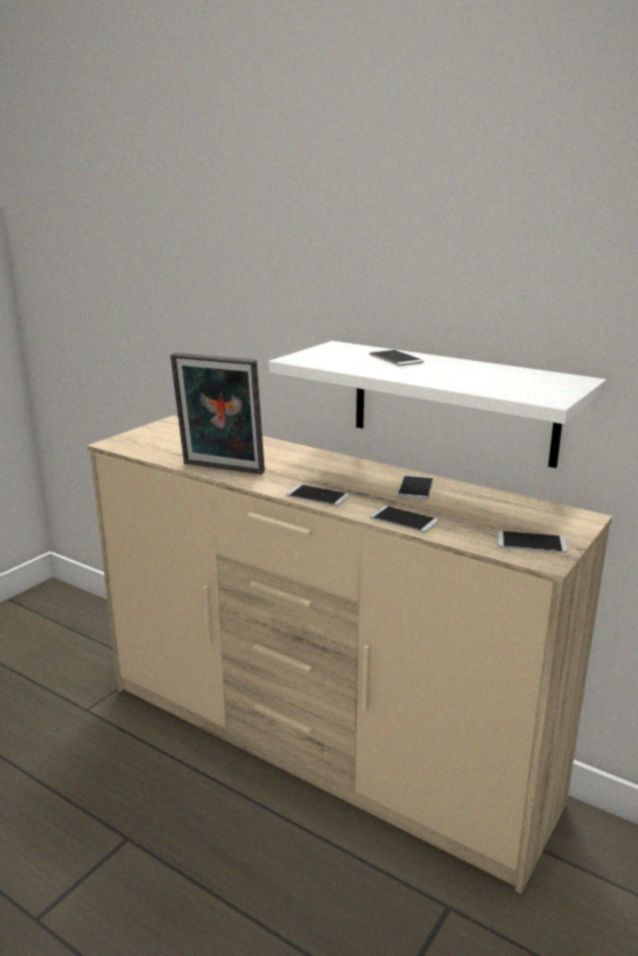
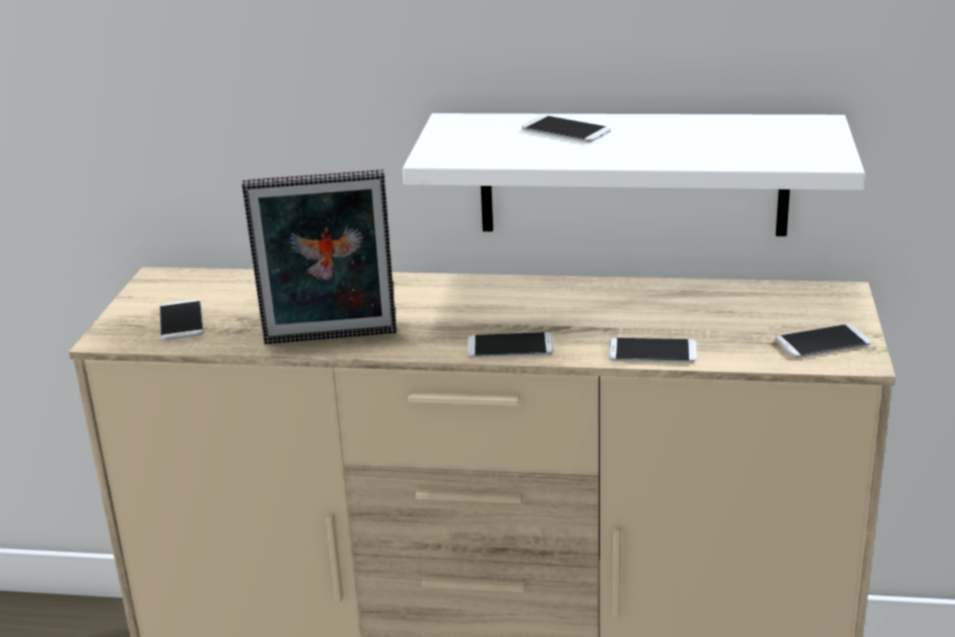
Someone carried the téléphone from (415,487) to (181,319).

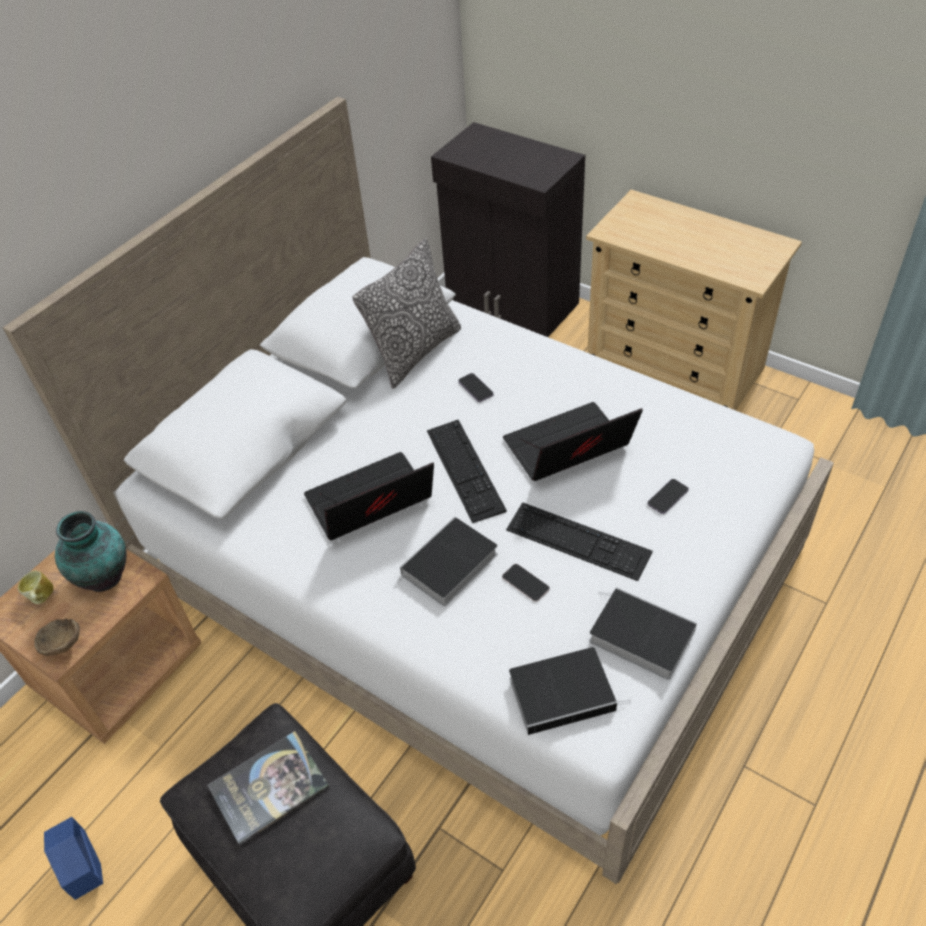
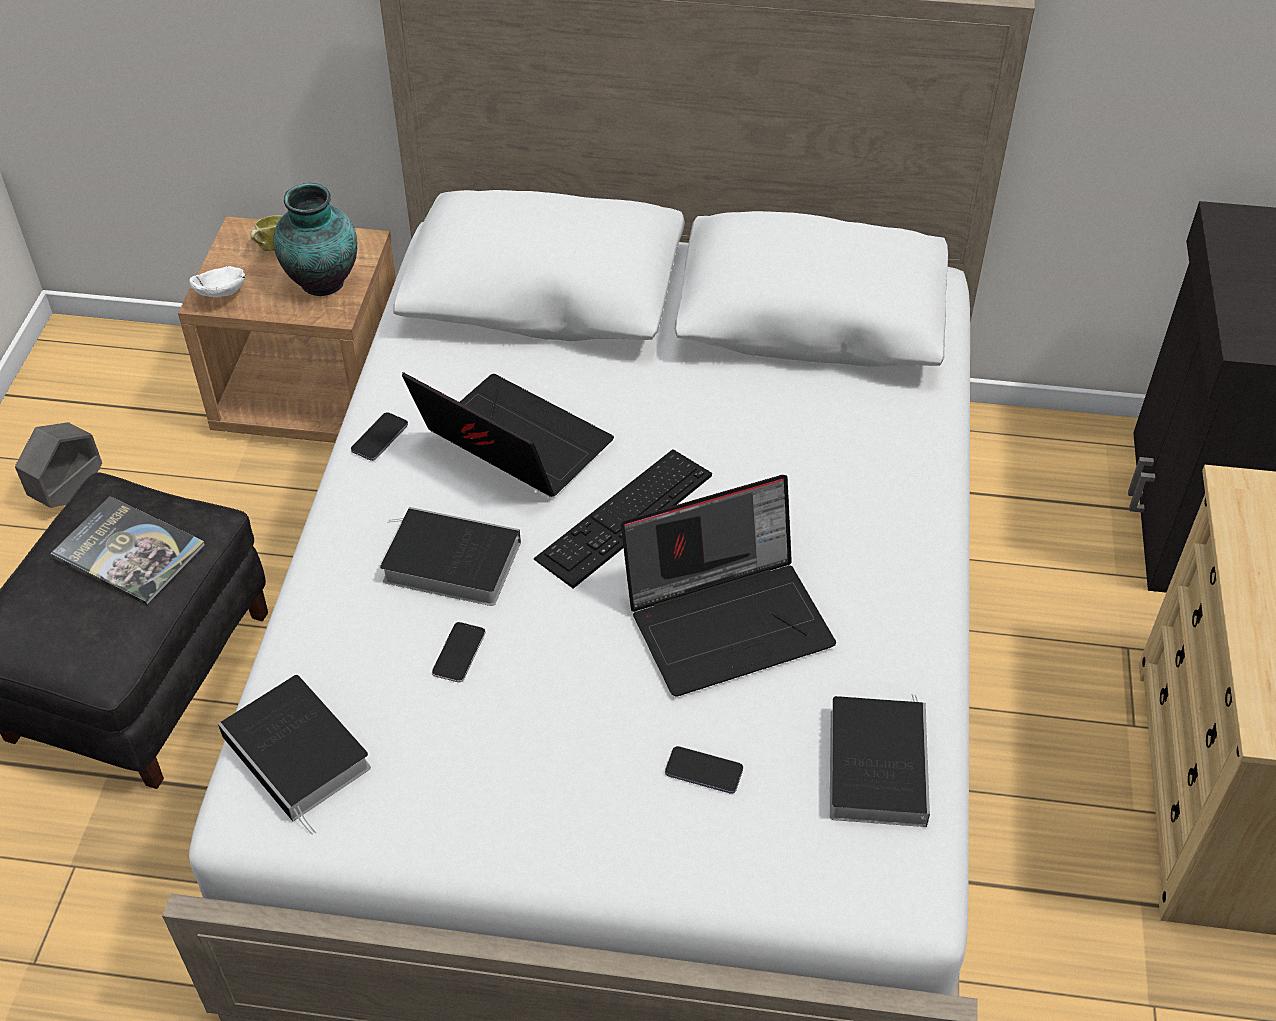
Someone took away the coussin at (406,313).
Someone took away the clavier at (579,541).
Someone carried the téléphone from (476,387) to (379,436).
Someone carried the livre from (643,633) to (880,760).
Someone repainted the bol/marron at (57,637), which became the bol/blanc at (217,281).
Someone repainted the cache-pot/bleu at (73,858), which became the cache-pot/gris at (58,465).
Someone rotated the ordinateur portable at (573,441) by 120 degrees clockwise.

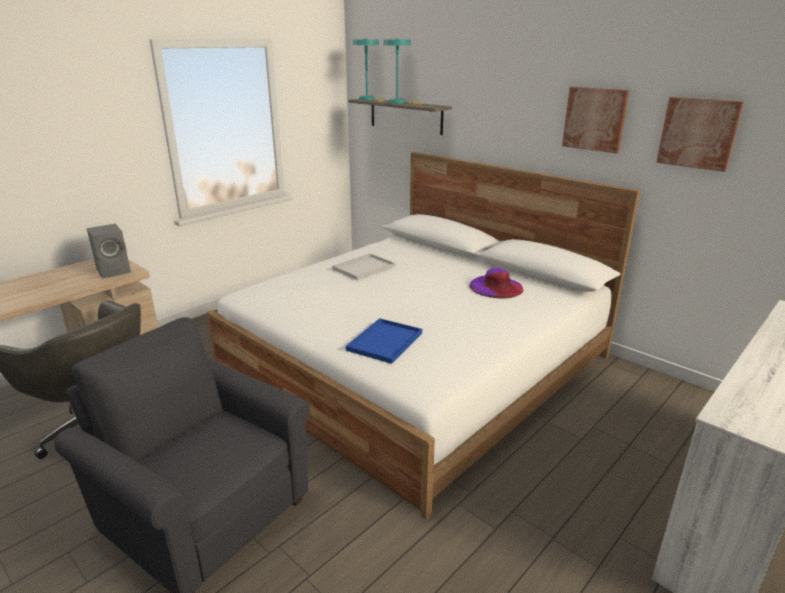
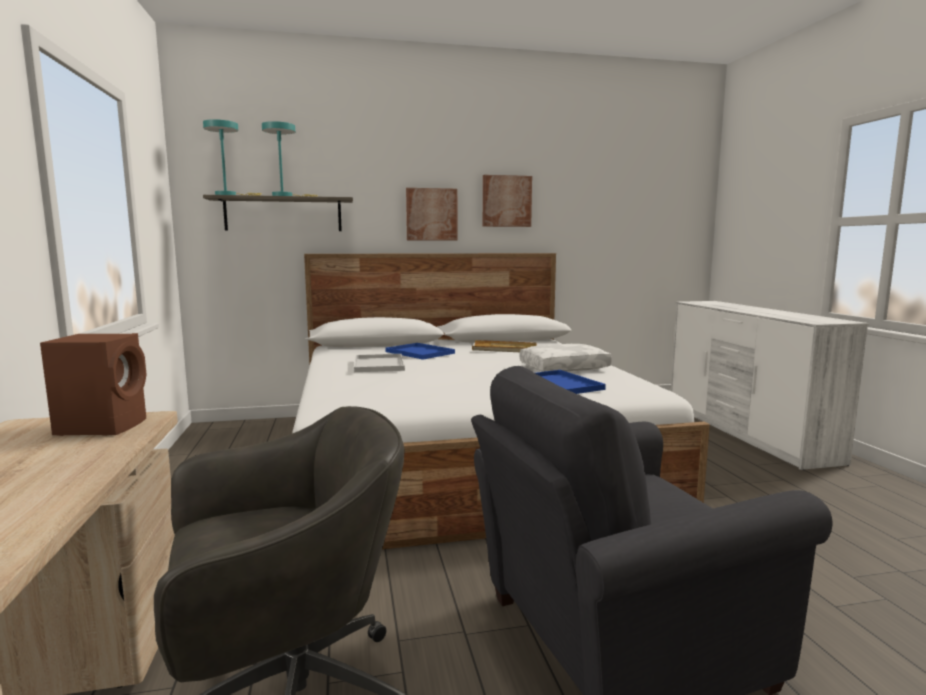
Someone put down the plateau/bleu at (420,351).
Someone put down the coussin/blanc at (565,358).
Someone carried the tableau from (700,134) to (431,214).
Someone swapped the chapeau/violet at (496,283) for the plateau/beige at (504,346).
Someone repainted the enceinte/gris at (109,251), which became the enceinte/marron at (93,384).

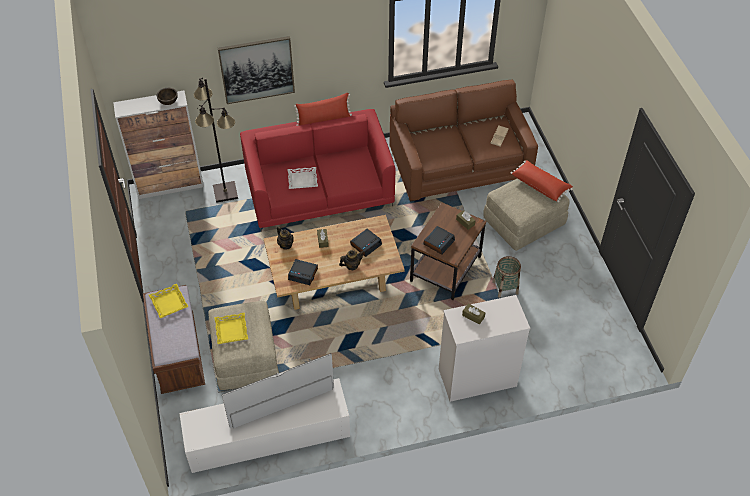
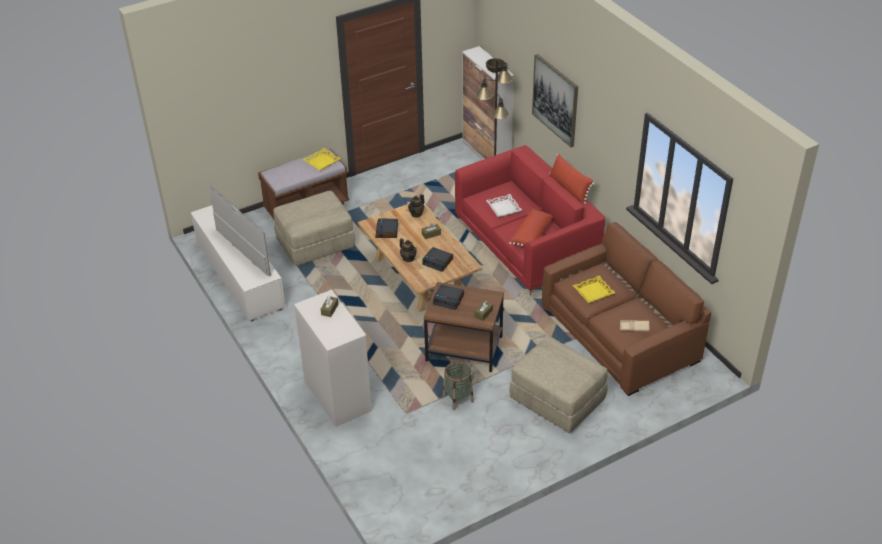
Someone carried the plateau/jaune from (231,328) to (594,289).
Someone carried the coussin/rouge from (542,181) to (531,227).

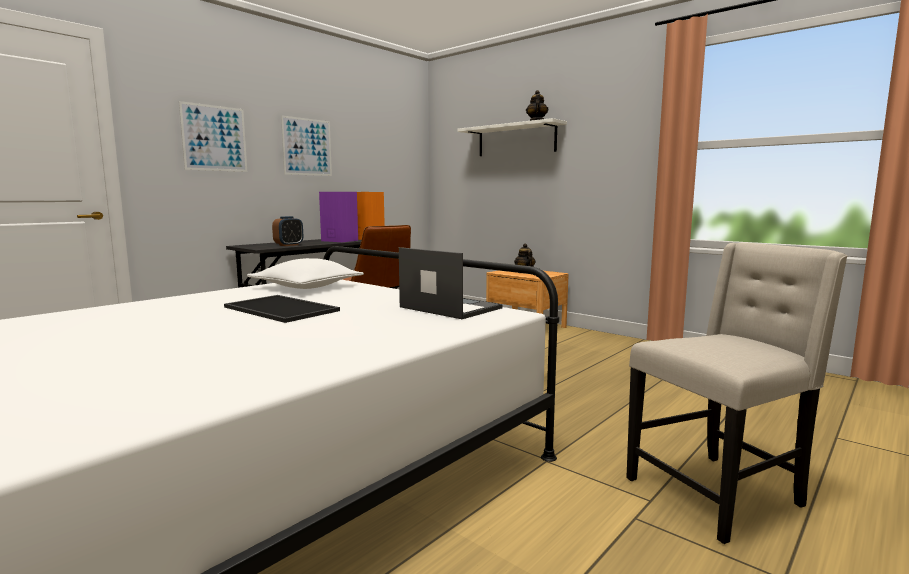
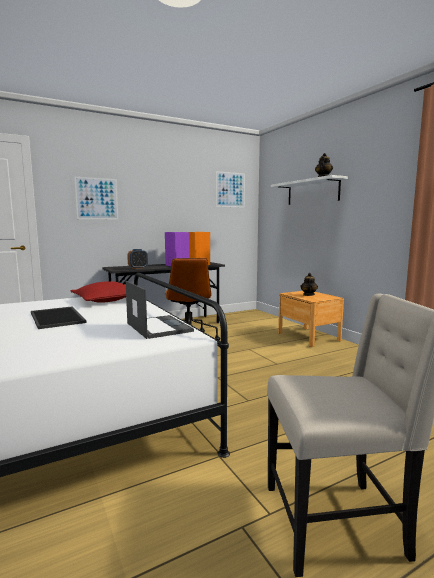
Someone carried the tableau from (306,145) to (230,189).
Someone repainted the coussin/blanc at (305,273), which became the coussin/rouge at (98,292).

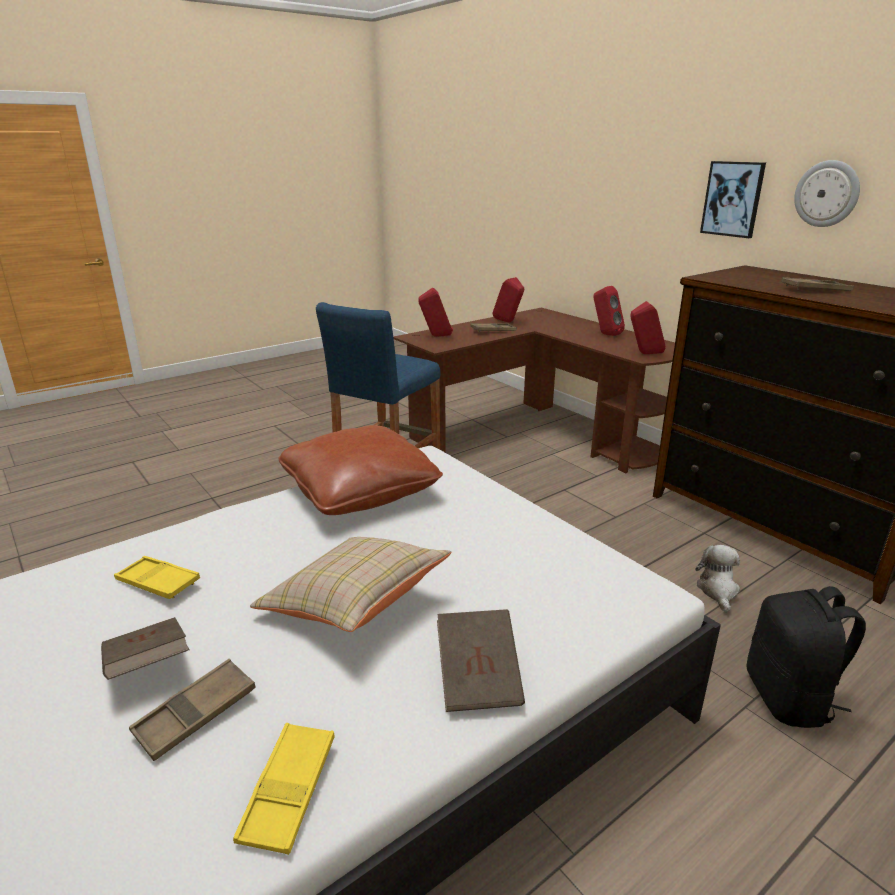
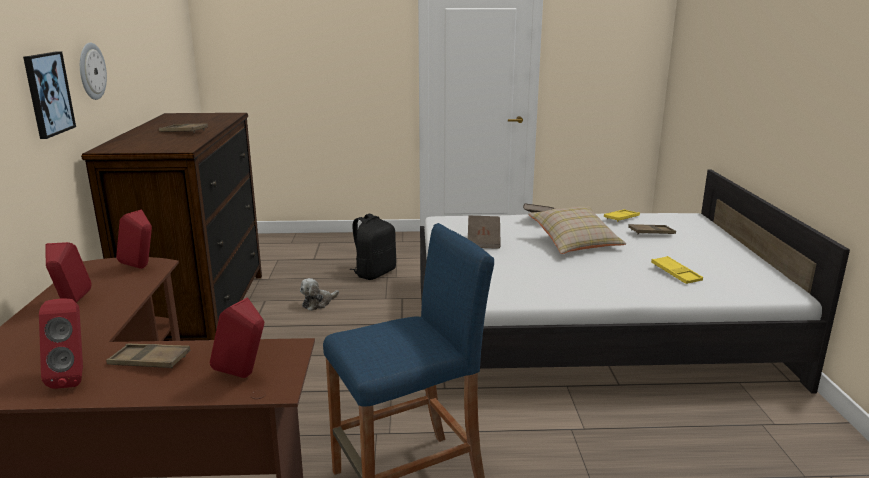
Someone took away the coussin/marron at (361,470).
Someone carried the livre/marron from (145,648) to (484,232).

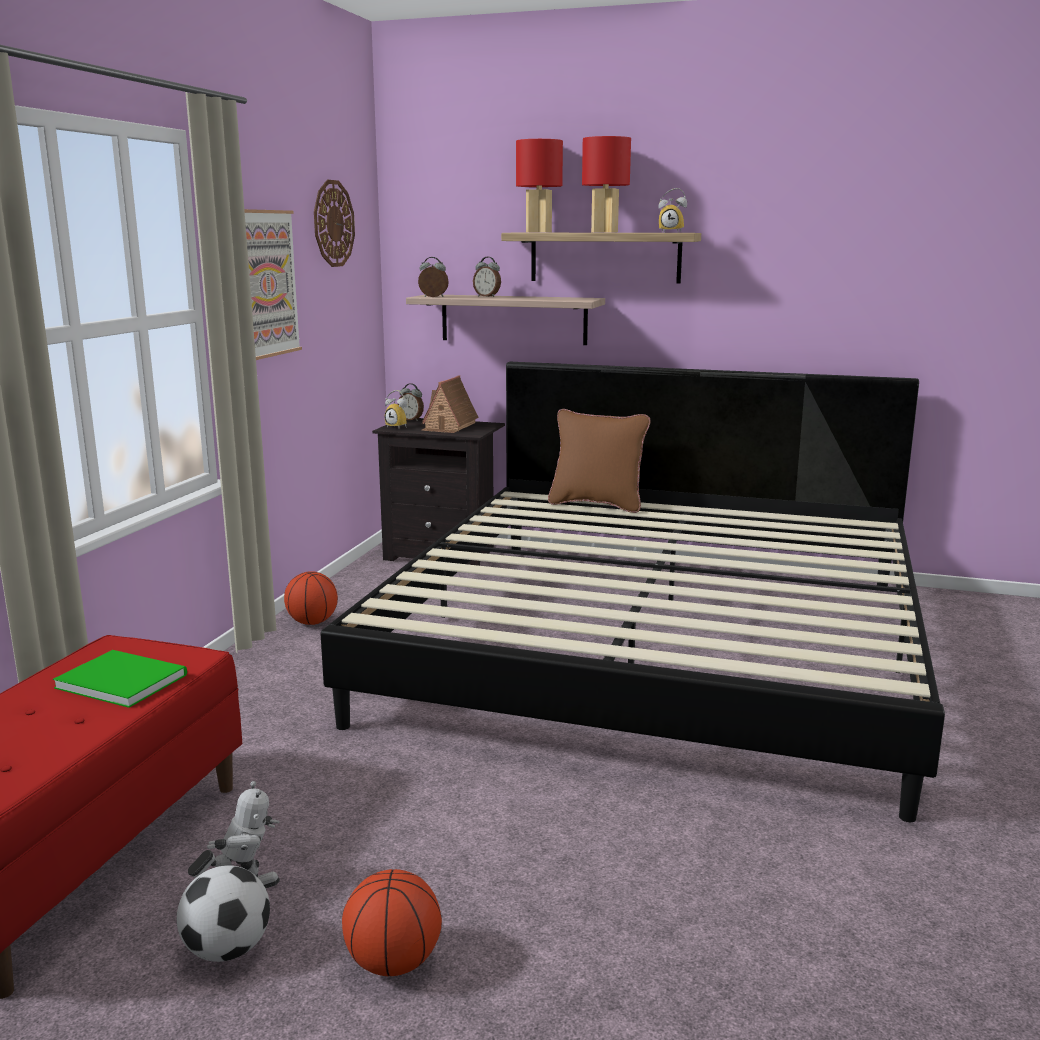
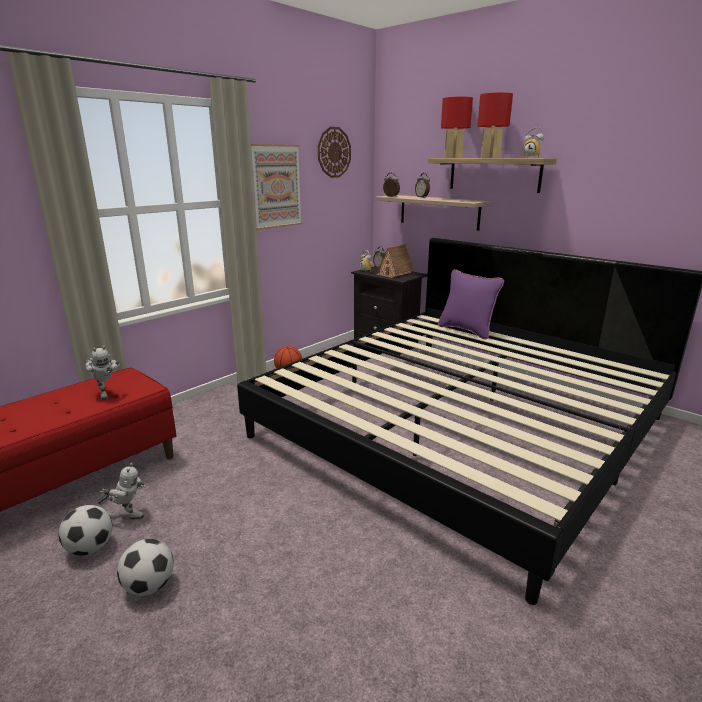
Someone swapped the livre/vert at (120,679) for the robot jouet at (102,373).
Someone swapped the ballon de basket at (392,922) for the ballon de foot at (145,567).
Someone repainted the coussin/marron at (599,461), which became the coussin/violet at (471,304).

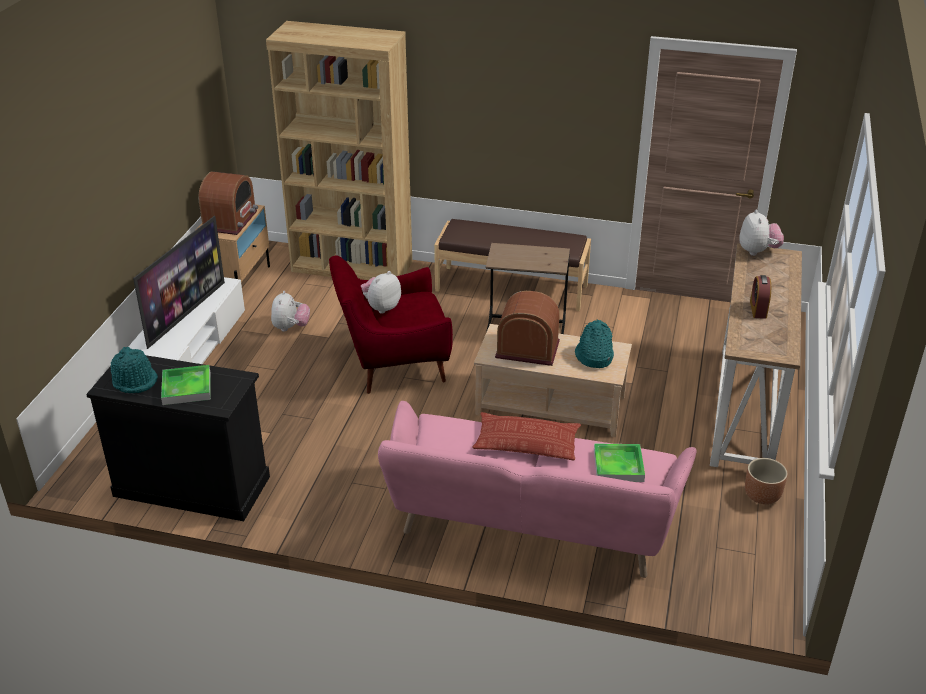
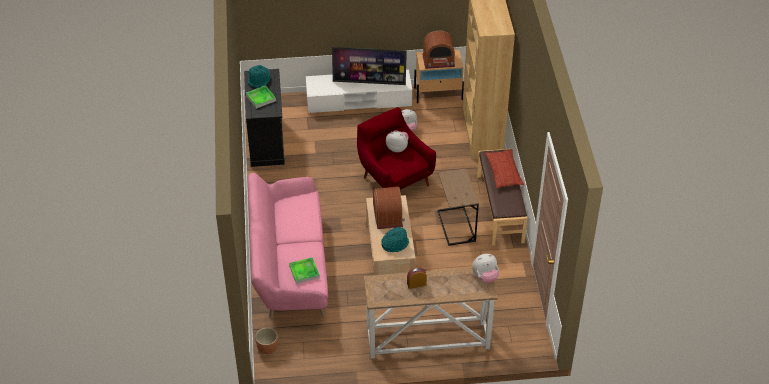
Someone carried the coussin from (526,436) to (504,168).
Someone carried the cache-pot/marron from (766,481) to (266,341).

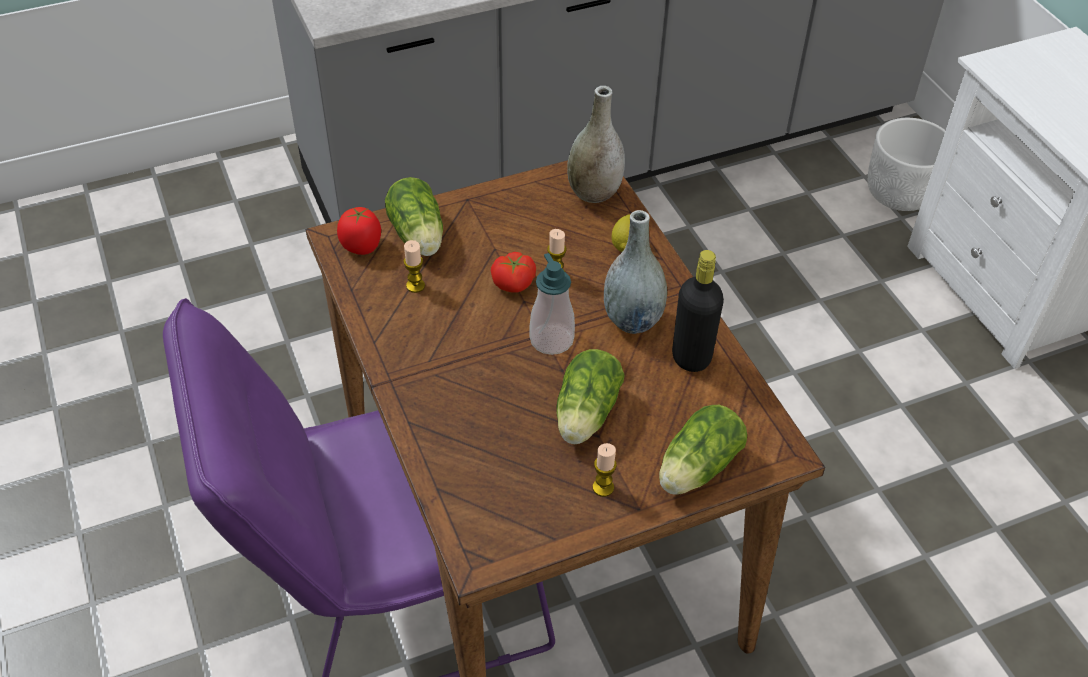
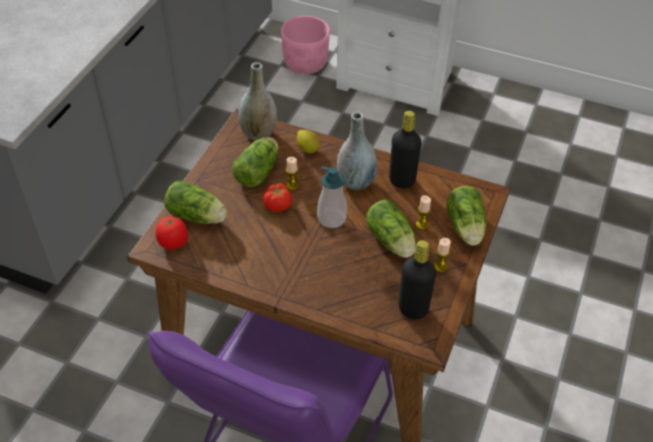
Someone put down the laitue at (255,162).
Someone put down the bouteille/noir at (417,279).
Someone carried the bougie from (414,266) to (423,212).
Someone repainted the cache-pot/blanc at (907,164), which became the cache-pot/rose at (305,45).

